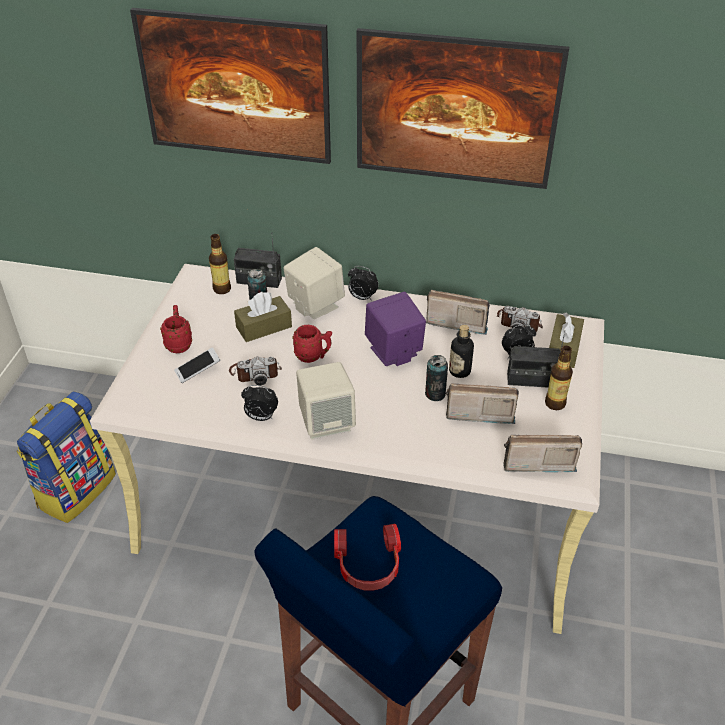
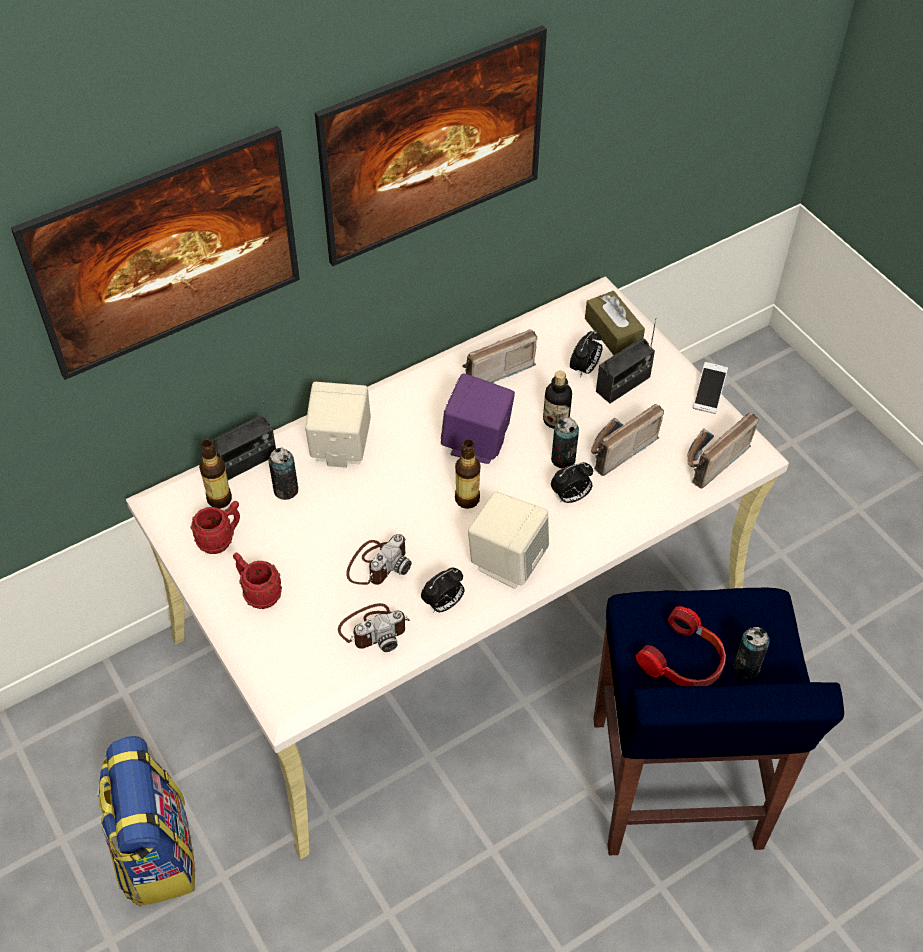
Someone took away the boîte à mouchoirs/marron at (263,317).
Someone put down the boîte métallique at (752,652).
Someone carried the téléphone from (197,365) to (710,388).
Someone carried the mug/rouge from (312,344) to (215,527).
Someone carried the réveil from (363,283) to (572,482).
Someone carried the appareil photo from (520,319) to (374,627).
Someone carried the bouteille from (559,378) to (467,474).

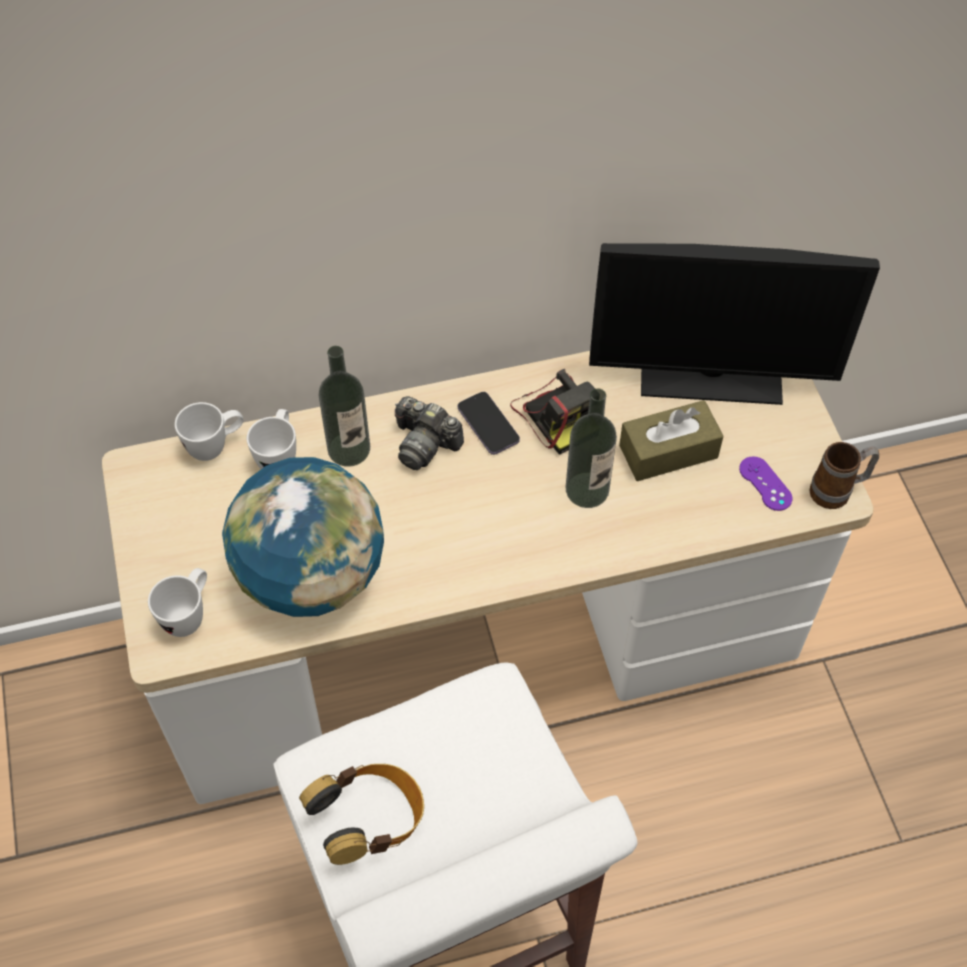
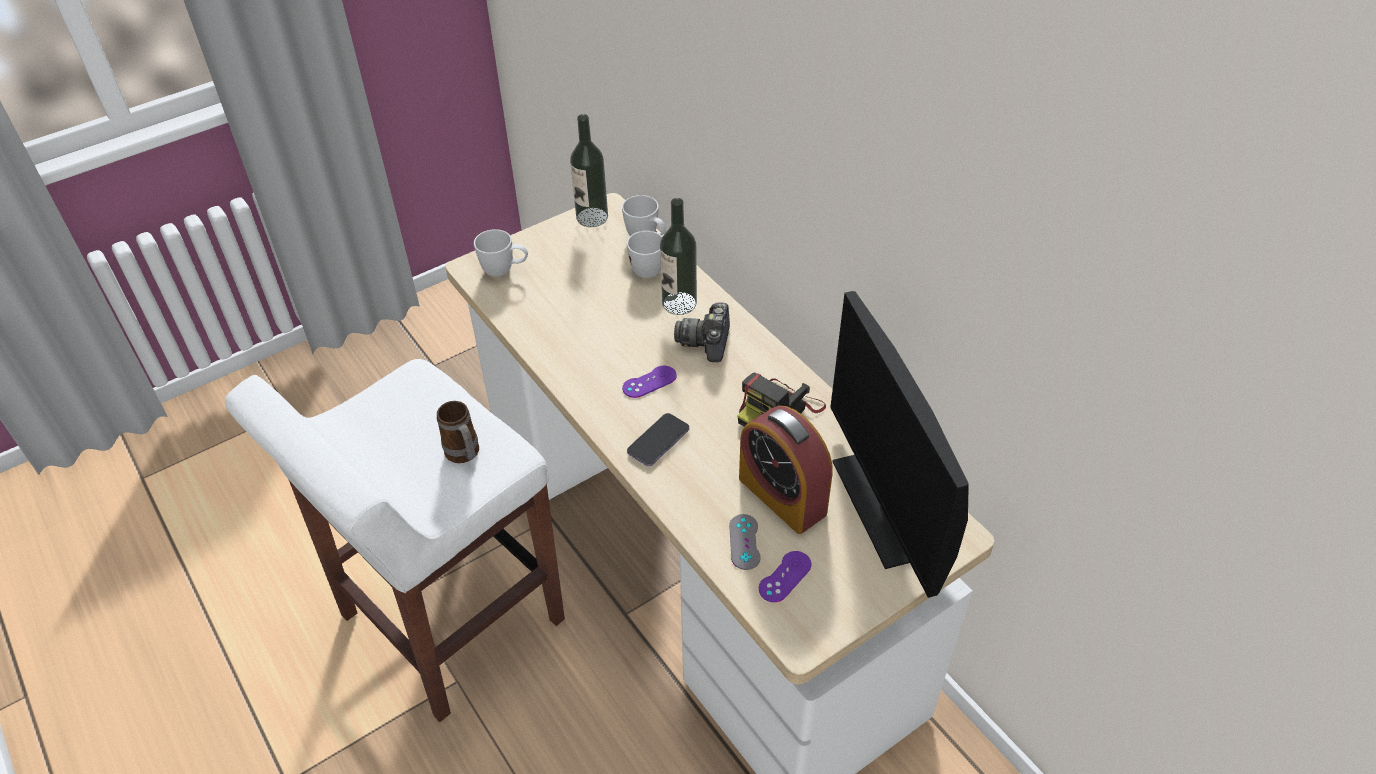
Someone took away the globe at (303,537).
Someone took away the casque audio at (361,814).
Someone put down the manette/violet at (649,382).
Someone put down the manette/gris at (745,542).
Someone carried the téléphone from (489,423) to (658,439).
Someone carried the bouteille from (591,448) to (589,170).
Someone carried the mug from (844,475) to (458,432).
Someone swapped the boîte à mouchoirs/marron at (671,440) for the réveil at (786,470).

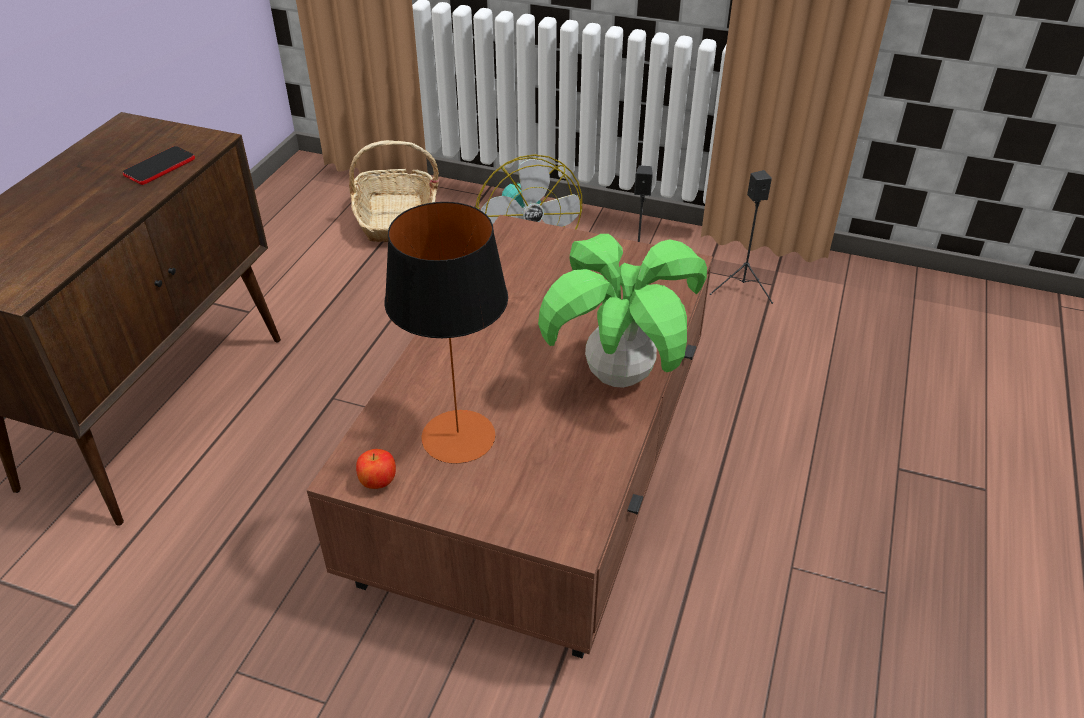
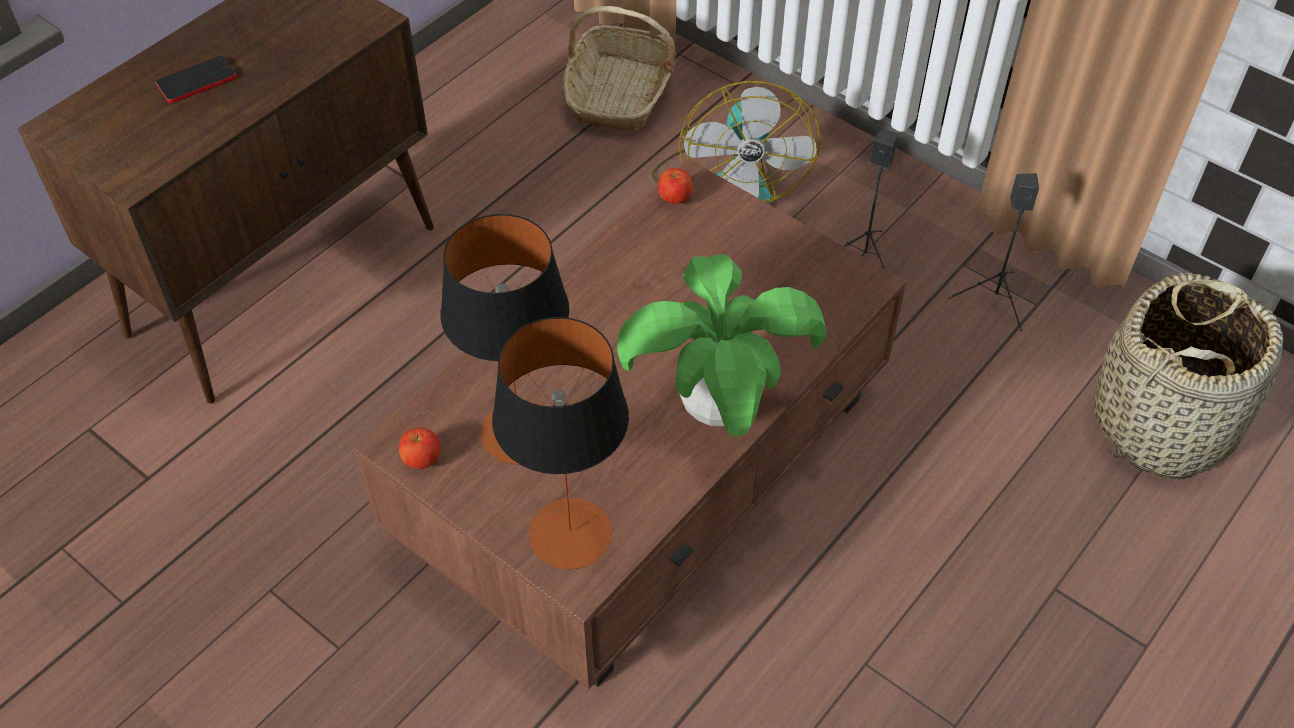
Someone put down the lampe de table at (560,443).
Someone put down the pomme at (675,186).
Someone put down the panier at (1188,376).
Someone carried the téléphone from (159,165) to (196,79).

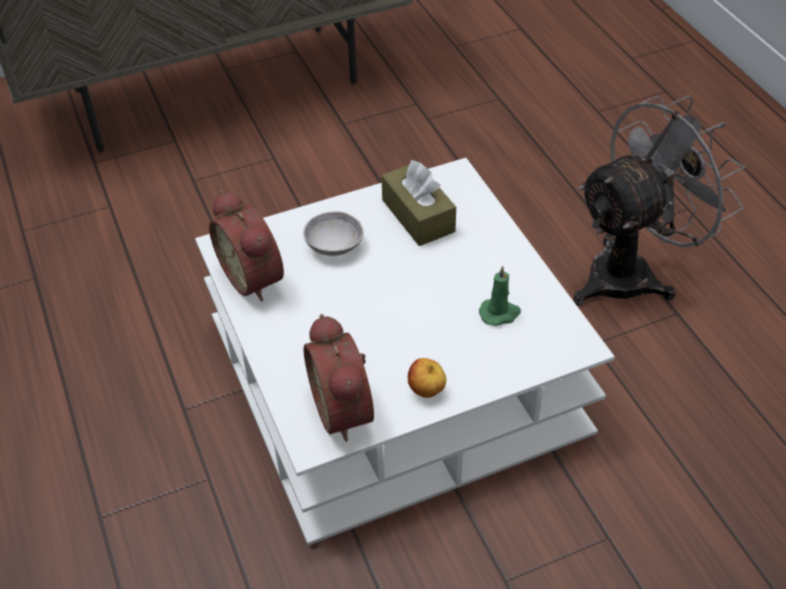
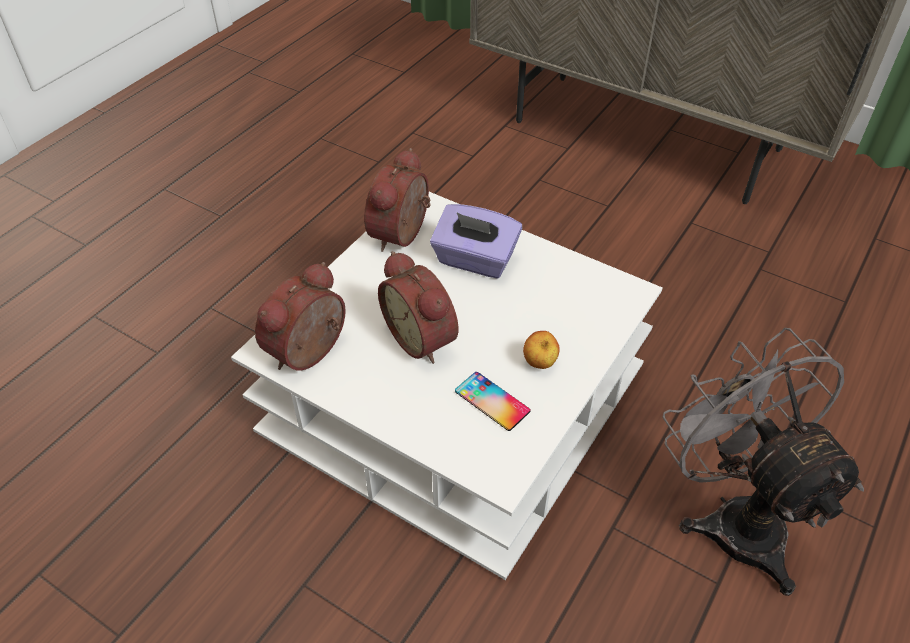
Someone took away the boîte à mouchoirs/marron at (419,203).
Someone put down the réveil at (418,307).
Someone carried the pomme from (427,378) to (541,350).
Someone swapped the bol/gris at (333,234) for the boîte à mouchoirs/violet at (476,241).
Someone swapped the bougie/vert at (500,296) for the téléphone at (493,401).
Someone rotated the ventilateur/gris at (659,200) by 135 degrees counterclockwise.

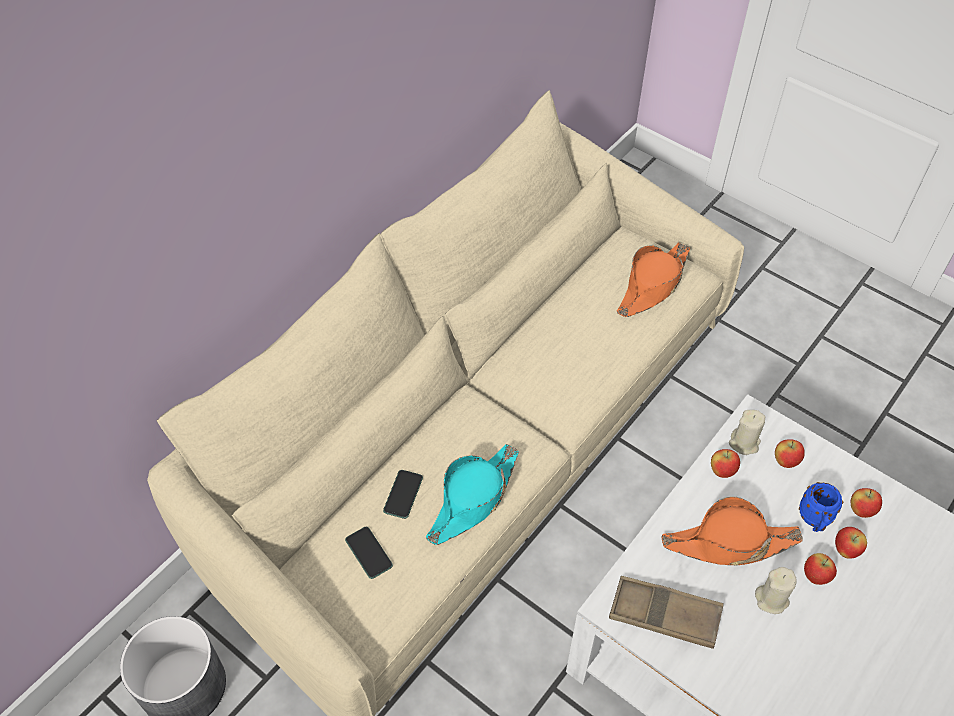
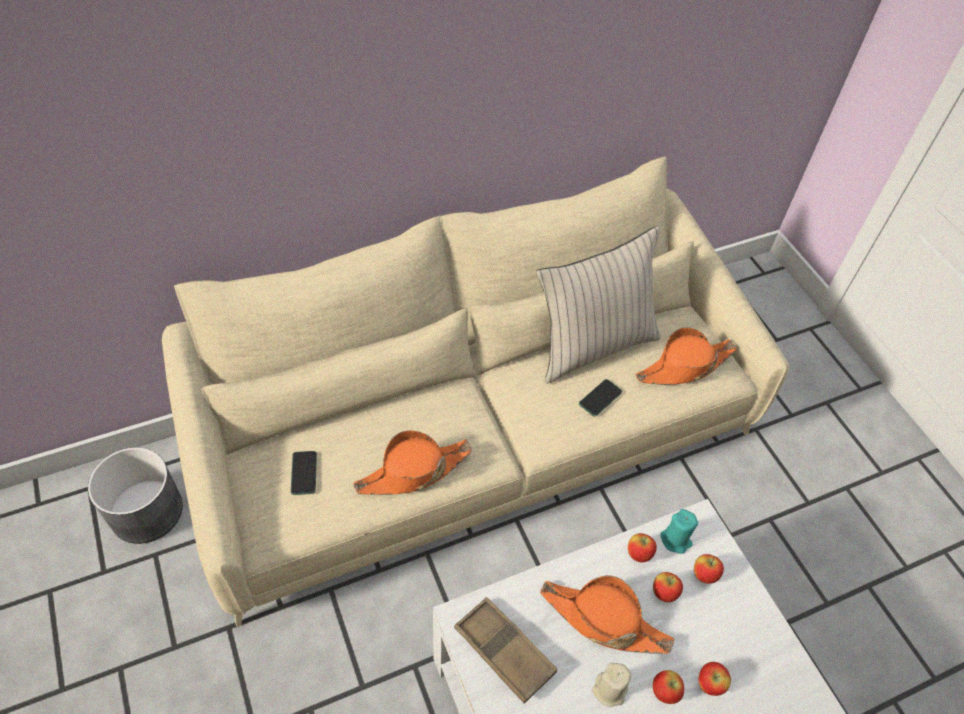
Someone took away the mug/bleu at (821,507).
Someone put down the coussin/beige at (598,305).
Someone carried the téléphone from (403,494) to (600,398).
Someone carried the pomme from (866,503) to (668,587).
Someone repainted the chapeau/turquoise at (472,494), which became the chapeau/orange at (412,462).
Someone repainted the bougie/beige at (747,432), which became the bougie/turquoise at (679,531).

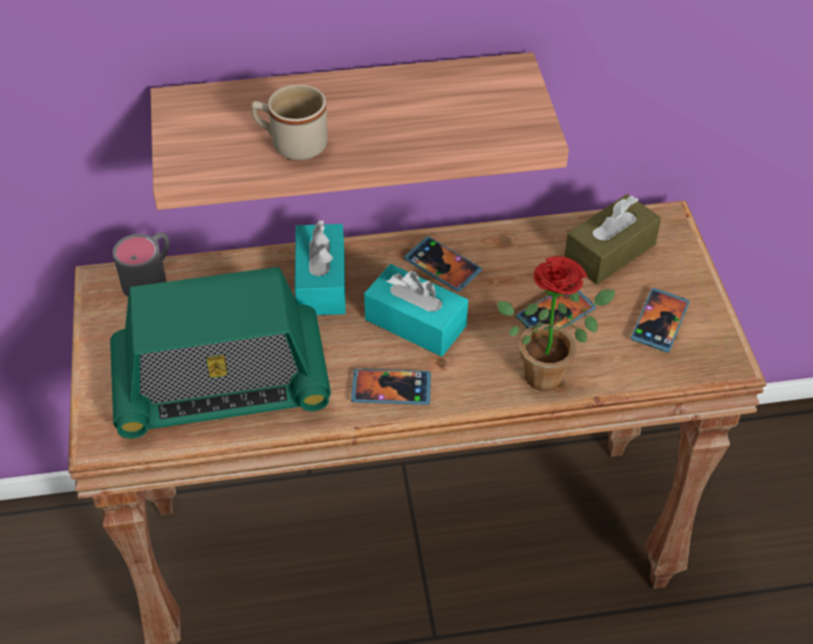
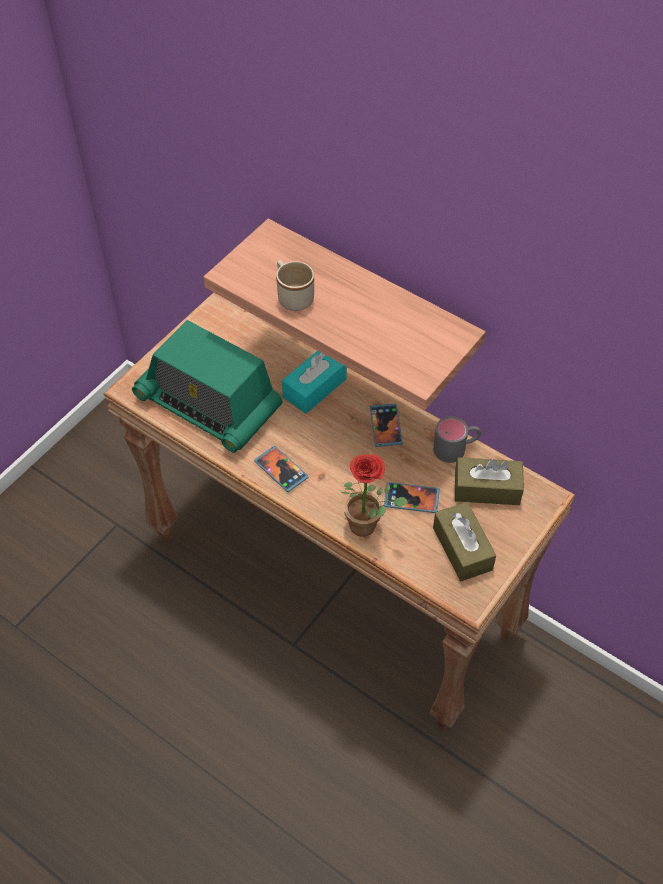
Someone took away the boîte à mouchoirs/turquoise at (416,310).
Someone carried the mug/gris from (141,264) to (457,439).
Someone swapped the téléphone at (660,320) for the boîte à mouchoirs/marron at (464,541).

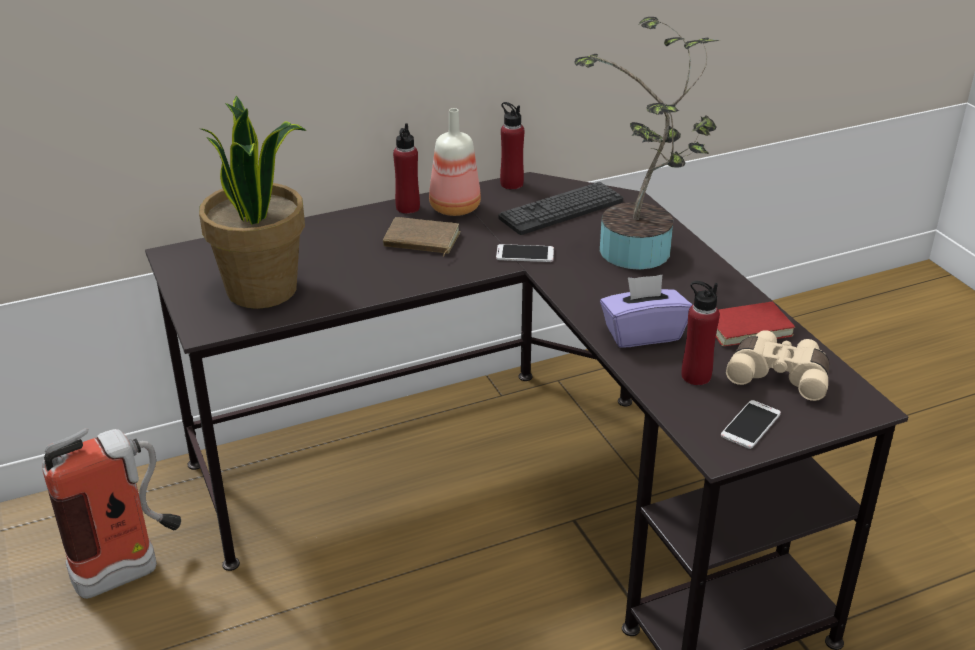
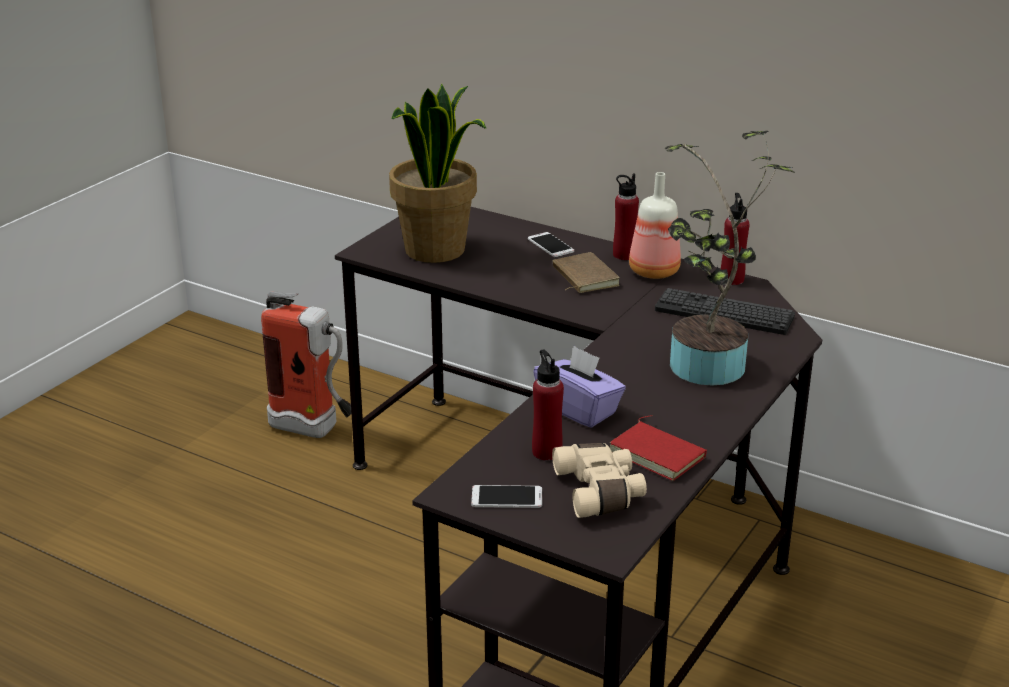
Someone carried the téléphone from (525,253) to (551,244).

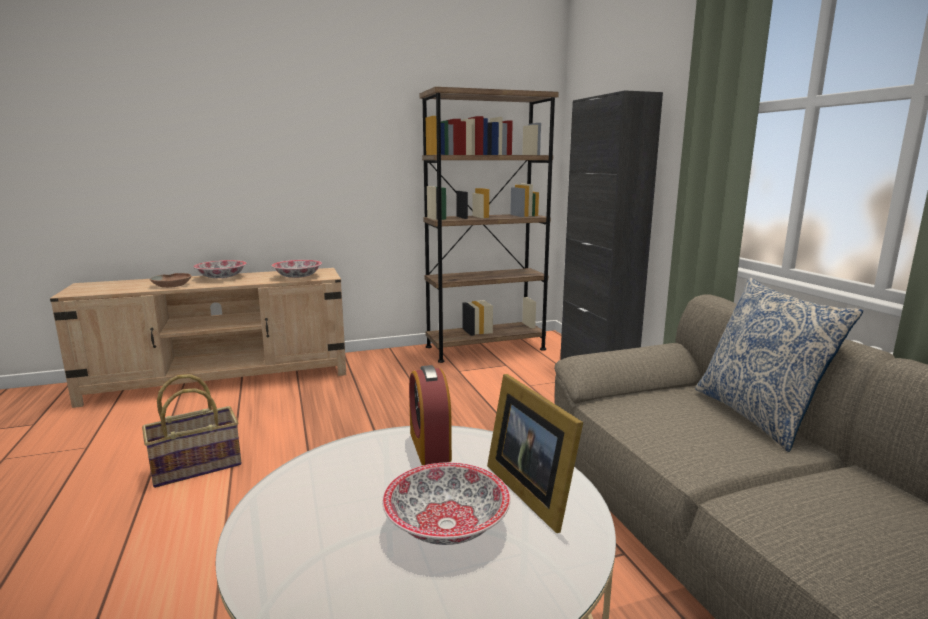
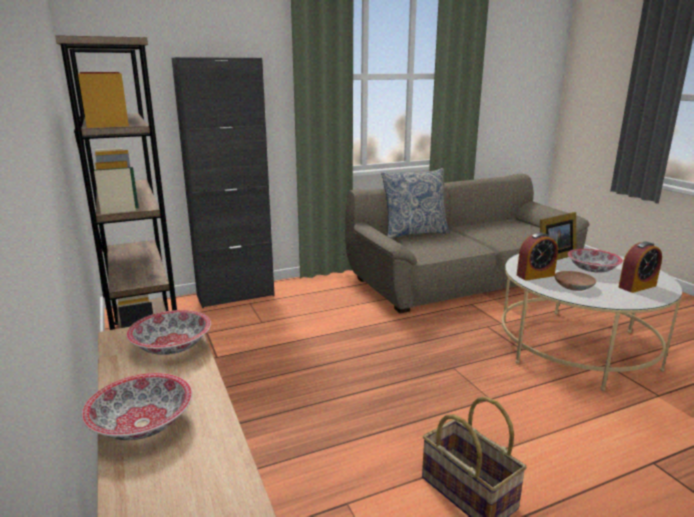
Someone put down the réveil at (640,267).
Someone carried the bol/marron from (171,280) to (575,281).

